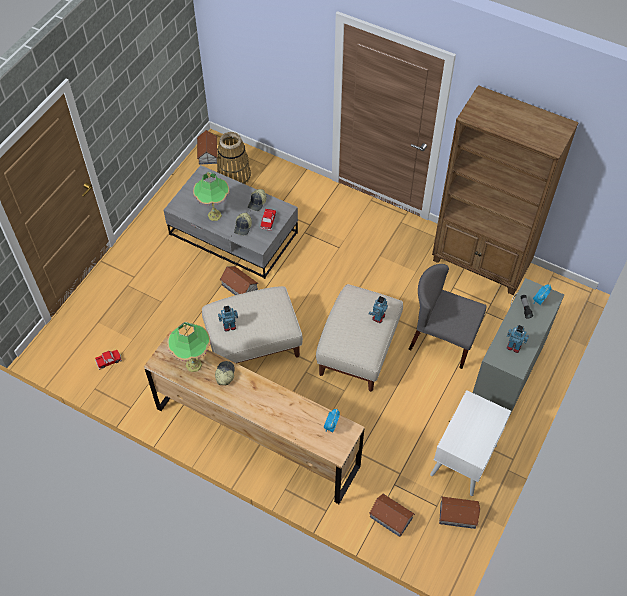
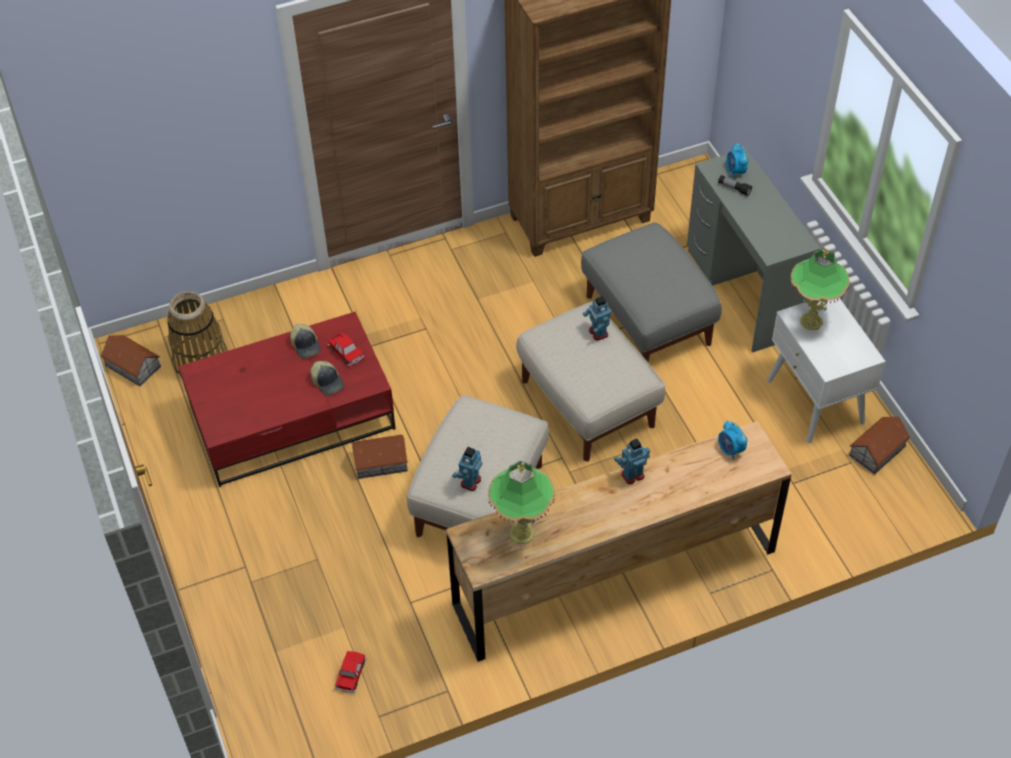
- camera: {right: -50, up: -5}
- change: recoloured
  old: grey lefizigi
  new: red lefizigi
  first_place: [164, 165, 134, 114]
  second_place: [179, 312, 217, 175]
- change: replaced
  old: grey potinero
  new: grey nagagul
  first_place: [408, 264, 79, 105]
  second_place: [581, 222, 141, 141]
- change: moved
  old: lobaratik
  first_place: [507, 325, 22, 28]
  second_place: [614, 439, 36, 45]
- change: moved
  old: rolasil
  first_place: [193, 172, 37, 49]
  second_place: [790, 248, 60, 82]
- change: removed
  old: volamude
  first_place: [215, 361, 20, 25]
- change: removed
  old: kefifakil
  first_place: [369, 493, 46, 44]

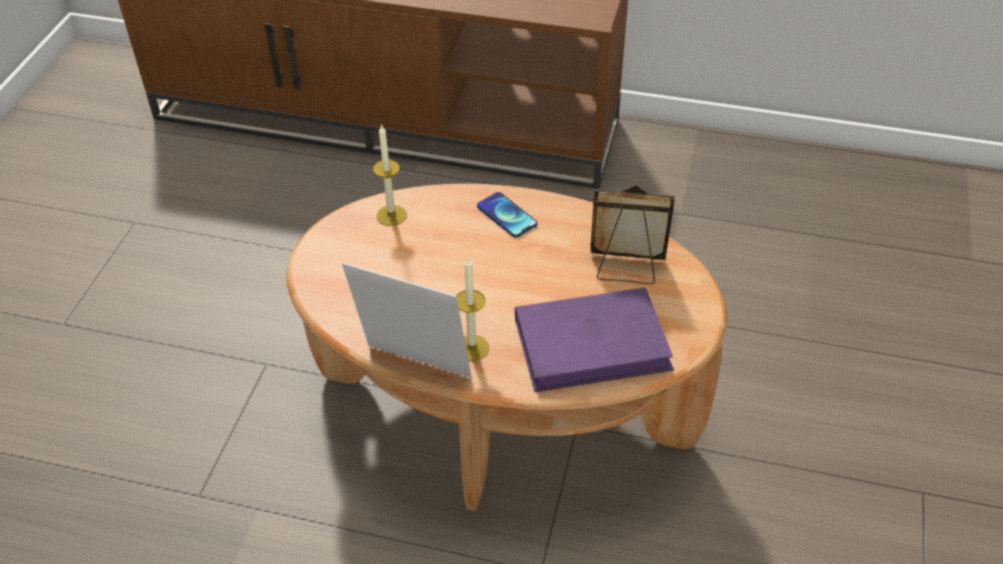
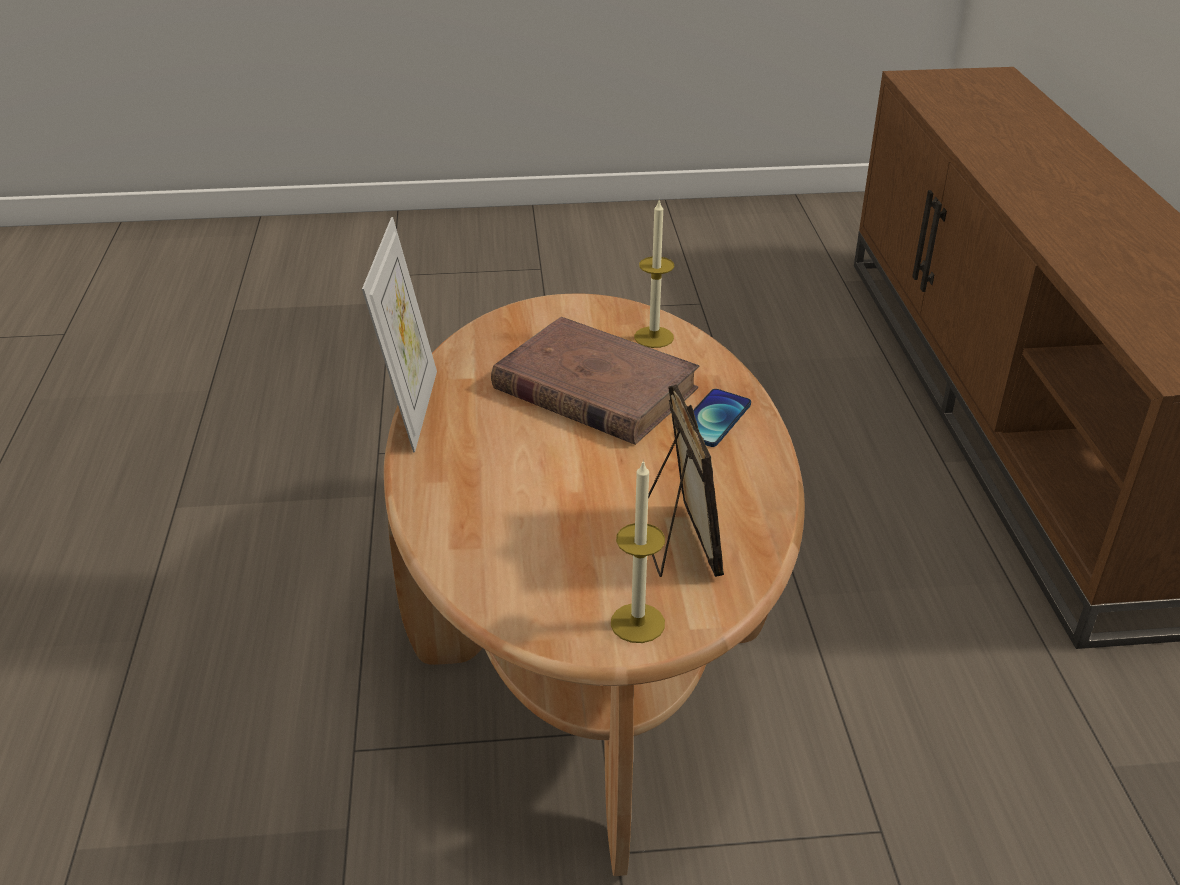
- camera: {right: 70, up: -10}
- change: added
  new: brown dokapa
  second_place: [491, 317, 209, 128]
- change: moved
  old: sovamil
  first_place: [457, 258, 32, 103]
  second_place: [611, 459, 54, 184]
- change: removed
  old: purple dokapa
  first_place: [515, 287, 159, 105]

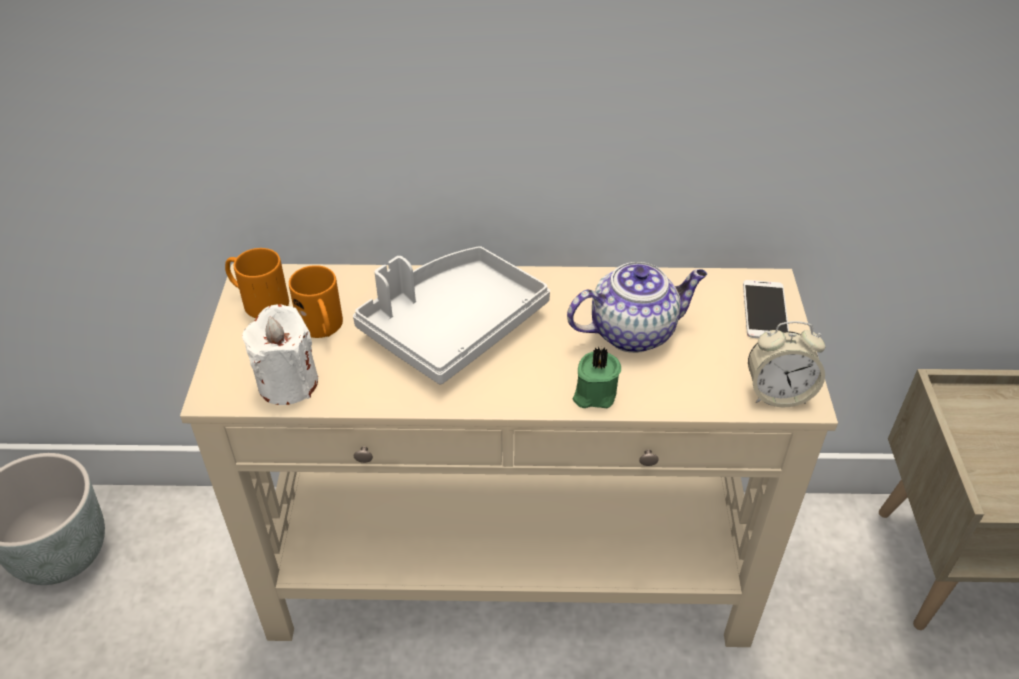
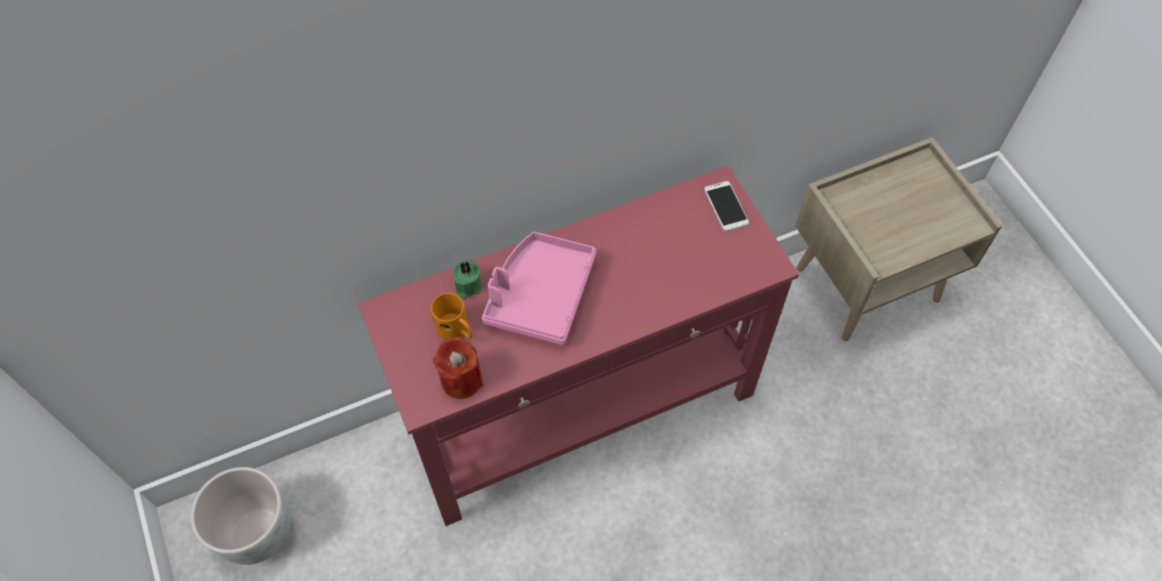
- camera: {right: -25, up: 15}
- change: recoloured
  old: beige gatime
  new: red gatime
  first_place: [180, 264, 658, 383]
  second_place: [357, 166, 442, 360]
- change: recoloured
  old: white sovamil
  new: red sovamil
  first_place: [242, 304, 76, 101]
  second_place: [433, 337, 50, 62]
- change: moved
  old: green sovamil
  first_place: [573, 347, 48, 61]
  second_place: [453, 260, 28, 39]
- change: recoloured
  old: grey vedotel
  new: pink vedotel
  first_place: [353, 246, 197, 138]
  second_place: [482, 232, 114, 113]
- change: removed
  old: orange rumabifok
  first_place: [225, 248, 64, 70]
- change: removed
  old: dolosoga
  first_place: [567, 262, 140, 91]
- change: removed
  old: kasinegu
  first_place: [748, 321, 77, 86]

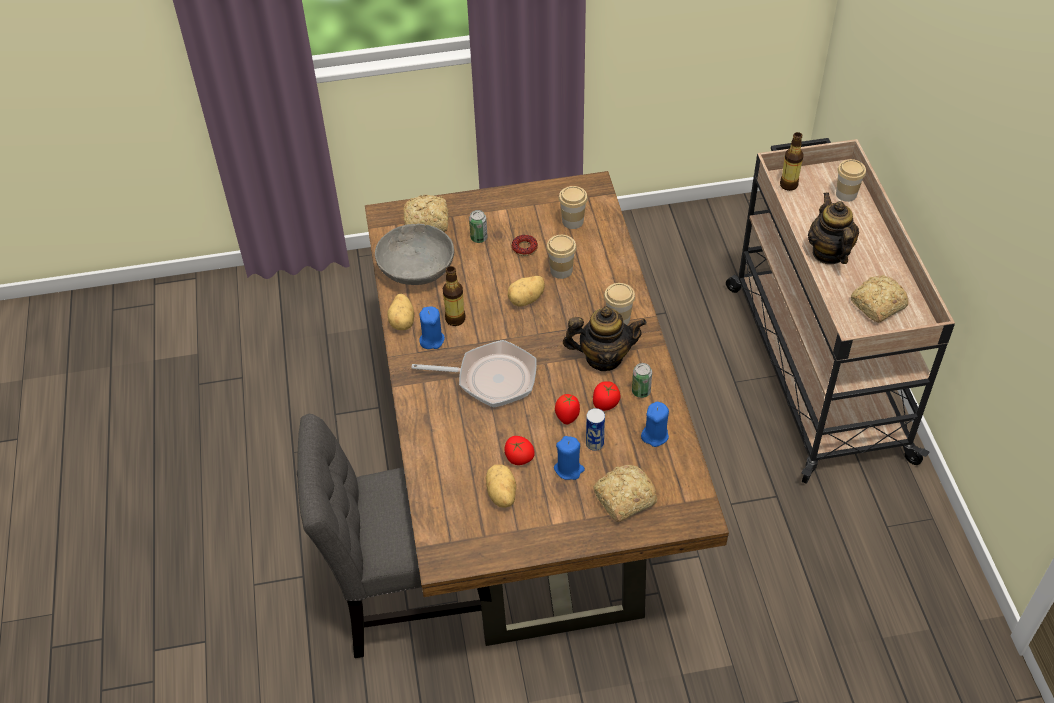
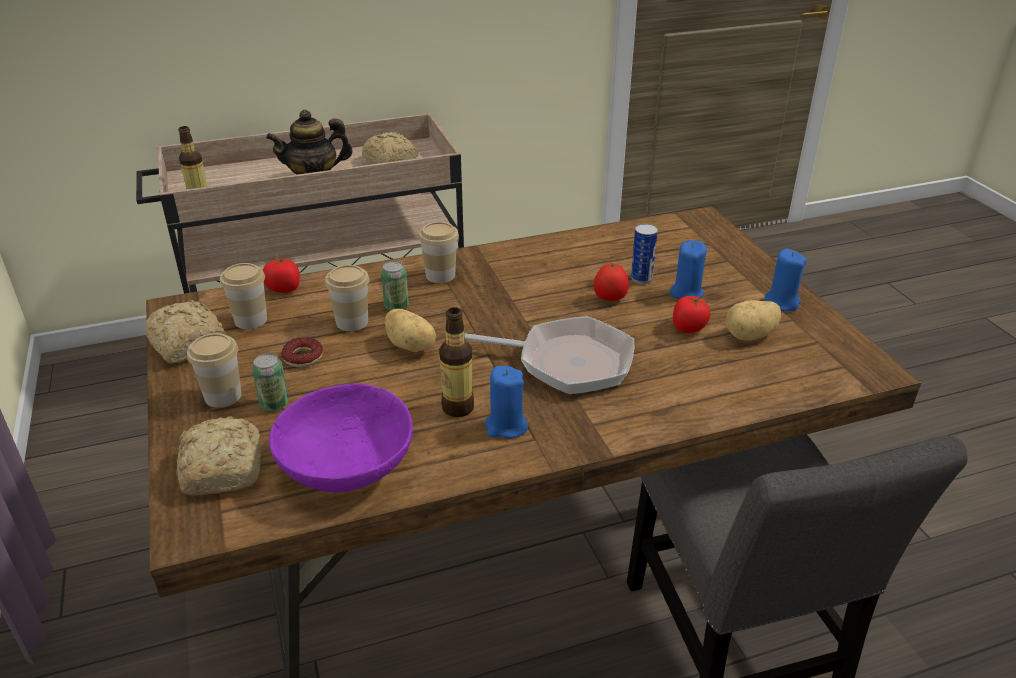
- camera: {right: -100, up: -15}
- change: moved
  old: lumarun
  first_place: [593, 465, 64, 57]
  second_place: [145, 300, 82, 63]
- change: moved
  old: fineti
  first_place: [836, 159, 30, 43]
  second_place: [187, 333, 55, 75]
- change: moved
  old: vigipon
  first_place: [593, 381, 28, 30]
  second_place: [263, 256, 37, 37]
- change: recoloured
  old: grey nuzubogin
  new: purple nuzubogin
  first_place: [375, 224, 79, 61]
  second_place: [269, 383, 144, 109]
- change: moved
  old: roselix
  first_place: [632, 363, 20, 35]
  second_place: [381, 261, 28, 49]
- change: turned
  old: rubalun
  first_place: [411, 340, 126, 68]
  second_place: [465, 316, 169, 79]
  degrees: 105
- change: moved
  old: blue sovamil
  first_place: [641, 401, 28, 46]
  second_place: [763, 249, 44, 62]
- change: removed
  old: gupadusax
  first_place: [387, 294, 27, 36]
- change: removed
  old: dolosoga
  first_place: [563, 307, 84, 64]

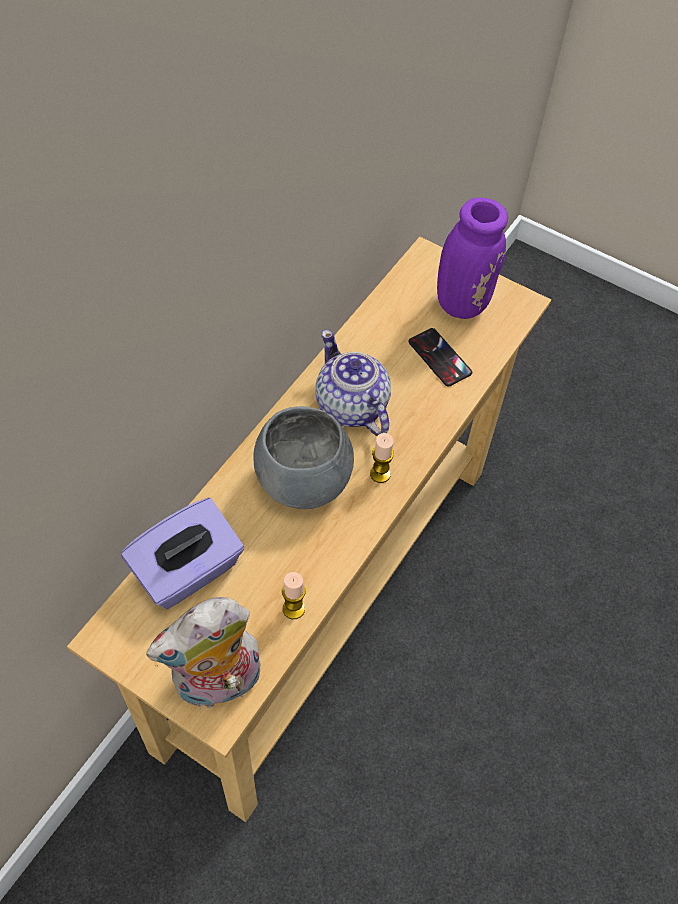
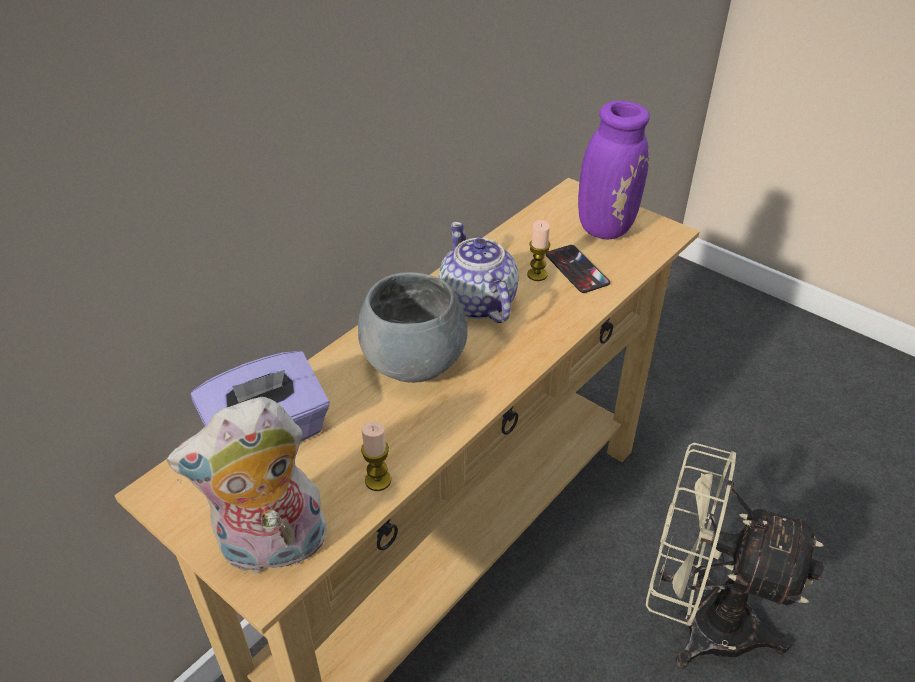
- camera: {right: 10, up: -15}
- change: moved
  old: sovamil
  first_place: [370, 433, 24, 50]
  second_place: [527, 220, 24, 61]
- change: added
  new: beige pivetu
  second_place: [646, 442, 178, 226]

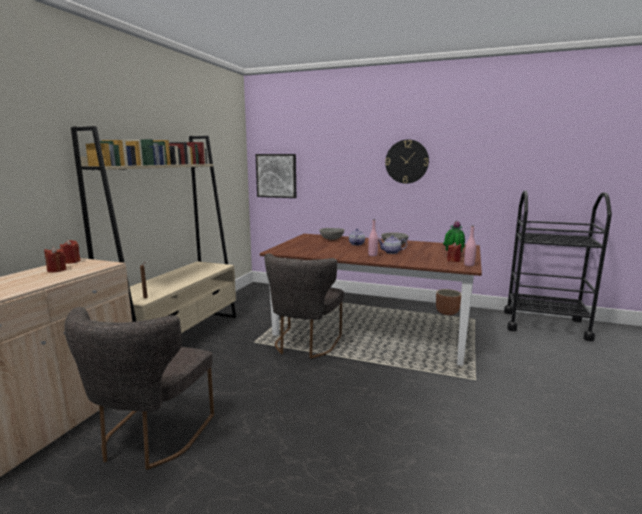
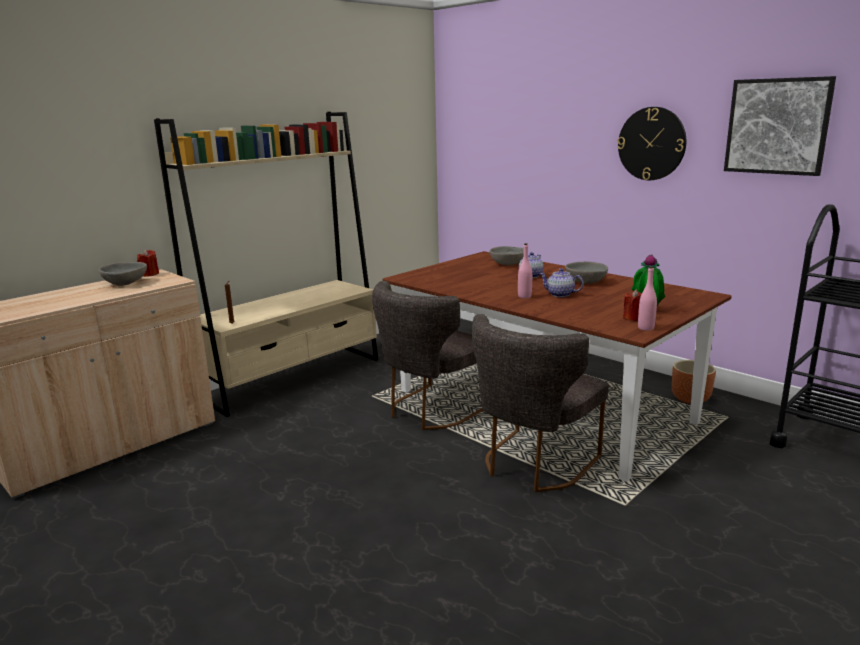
- camera: {right: 25, up: 5}
- change: replaced
  old: red sovamil
  new: grey nuzubogin
  first_place: [44, 247, 22, 25]
  second_place: [99, 262, 48, 24]
- change: moved
  old: grey potinero
  first_place: [64, 307, 150, 163]
  second_place: [472, 314, 137, 178]
- change: moved
  old: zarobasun
  first_place: [256, 154, 40, 44]
  second_place: [724, 76, 112, 100]

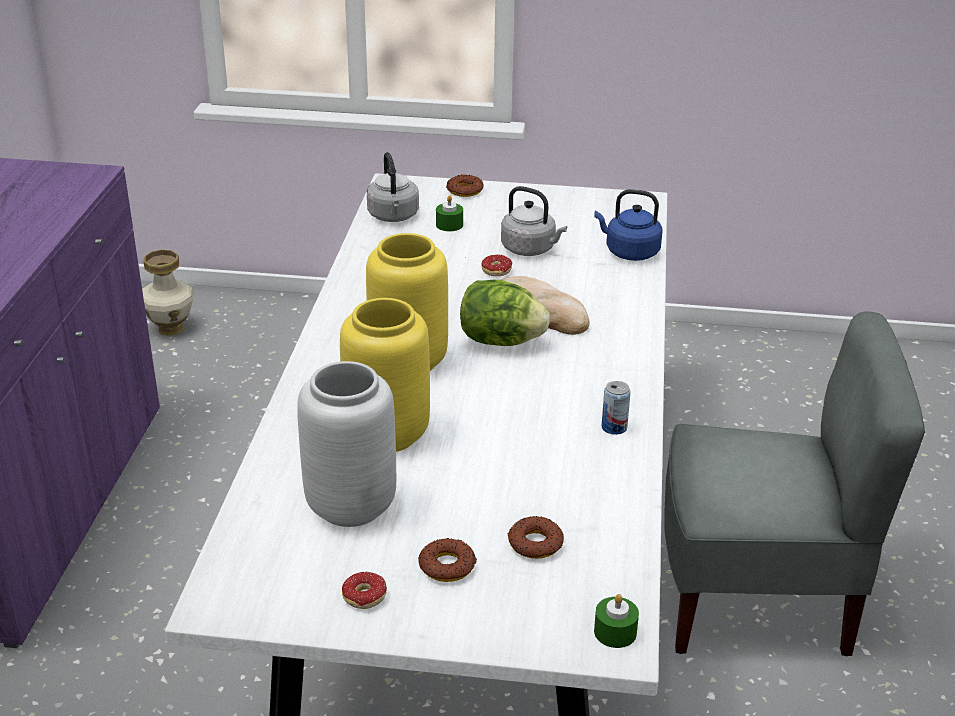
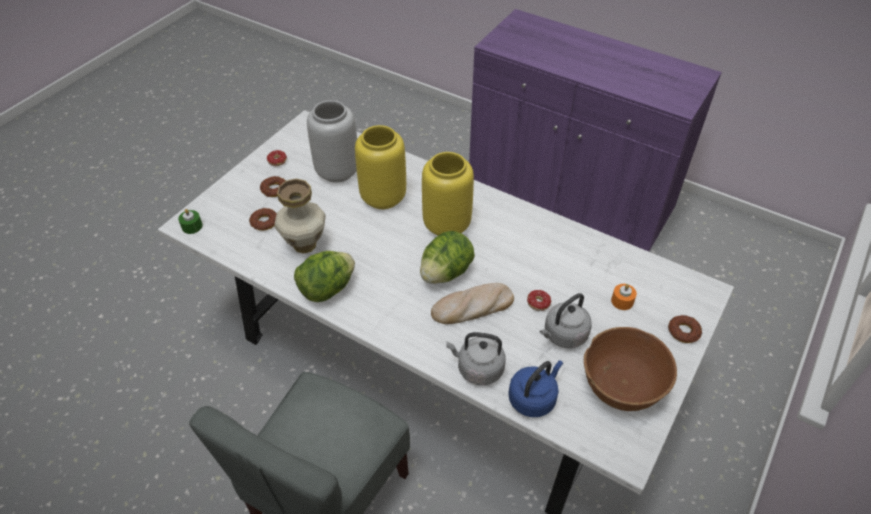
- camera: {right: 115, up: 15}
- change: moved
  old: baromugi
  first_place: [142, 249, 52, 87]
  second_place: [275, 179, 51, 75]
- change: replaced
  old: roselix
  new: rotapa
  first_place: [602, 381, 29, 54]
  second_place: [294, 251, 61, 51]
- change: moved
  old: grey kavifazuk
  first_place: [367, 152, 52, 70]
  second_place: [446, 332, 60, 53]
- change: added
  new: brown nuzubogin
  second_place: [584, 327, 93, 84]
- change: recoloured
  old: green sovamil
  new: orange sovamil
  first_place: [436, 195, 27, 36]
  second_place: [611, 284, 26, 26]

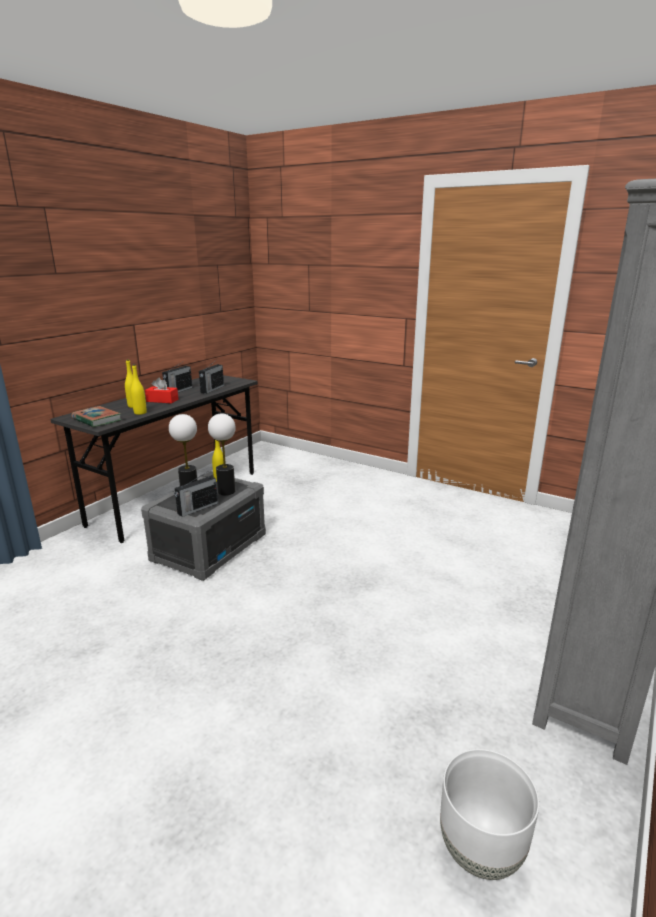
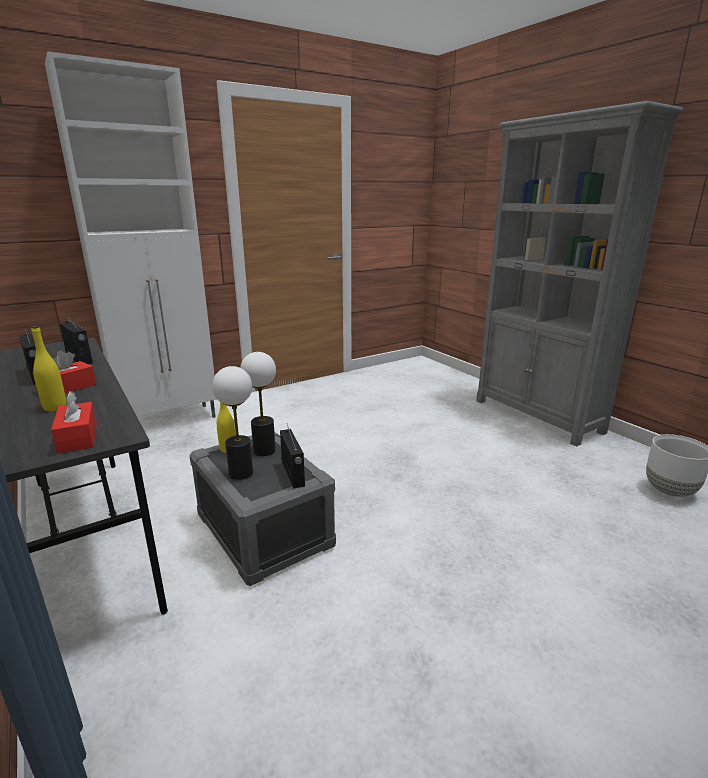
- camera: {right: -65, up: 0}
- change: added
  new: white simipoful
  second_place: [45, 51, 172, 367]
- change: replaced
  old: dokapa
  new: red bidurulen
  first_place: [72, 406, 50, 21]
  second_place: [51, 391, 46, 63]
- change: removed
  old: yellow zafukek
  first_place: [131, 364, 16, 51]

